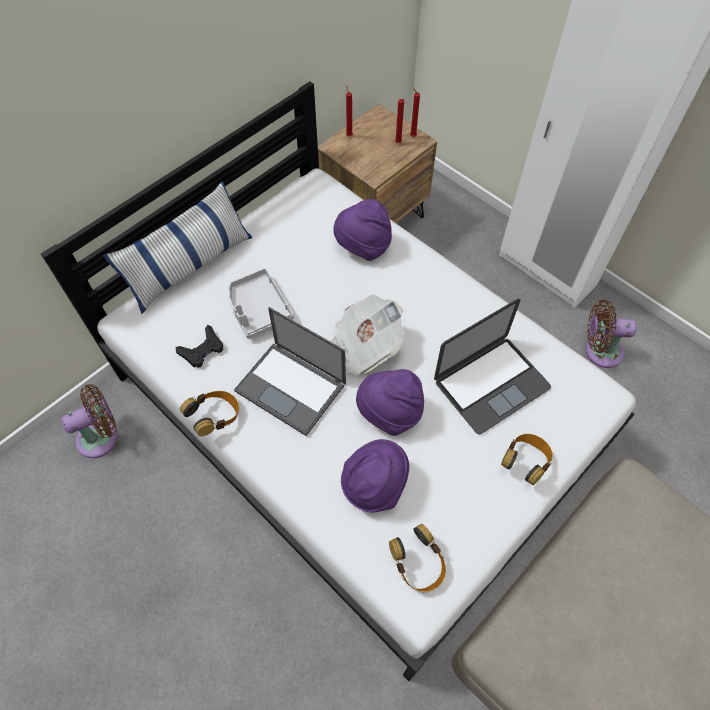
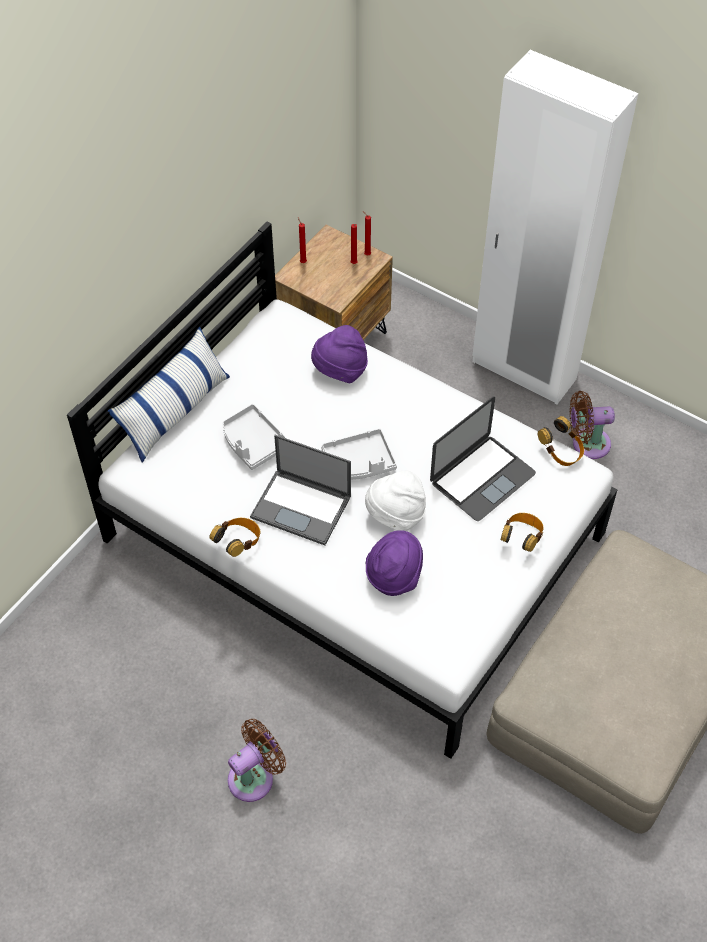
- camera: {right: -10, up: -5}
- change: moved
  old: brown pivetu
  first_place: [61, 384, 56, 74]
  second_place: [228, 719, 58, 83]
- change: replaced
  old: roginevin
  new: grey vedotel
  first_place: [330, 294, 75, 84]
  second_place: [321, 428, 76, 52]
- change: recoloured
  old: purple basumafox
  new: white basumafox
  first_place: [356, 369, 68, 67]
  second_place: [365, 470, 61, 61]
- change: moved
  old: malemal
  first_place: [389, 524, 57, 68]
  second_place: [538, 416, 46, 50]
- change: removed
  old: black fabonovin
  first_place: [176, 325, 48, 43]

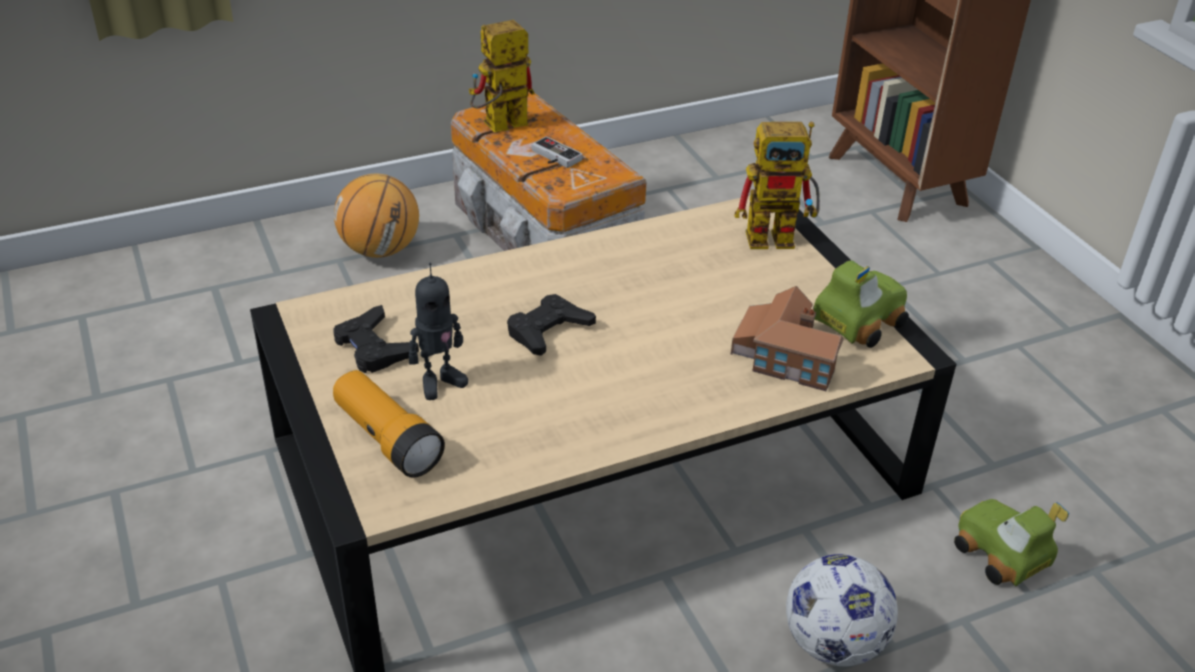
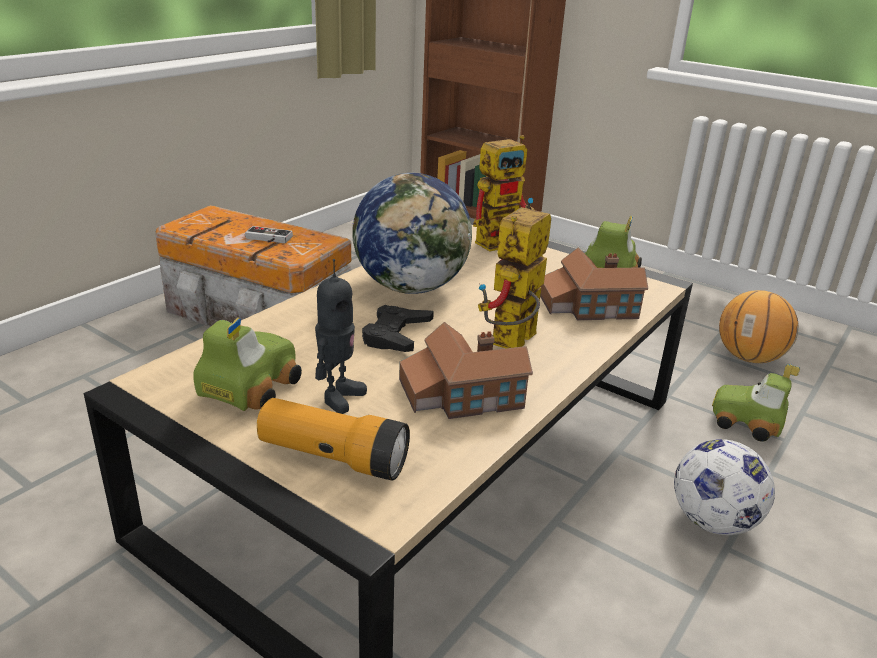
- camera: {right: -30, up: -10}
- change: replaced
  old: black fabonovin
  new: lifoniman
  first_place: [334, 305, 85, 68]
  second_place: [193, 318, 109, 93]
- change: added
  new: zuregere
  second_place: [352, 173, 120, 121]
- change: added
  new: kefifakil
  second_place: [399, 322, 134, 97]
- change: moved
  old: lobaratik
  first_place: [469, 20, 65, 113]
  second_place: [478, 207, 73, 141]
- change: moved
  old: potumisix
  first_place: [334, 174, 85, 84]
  second_place: [719, 290, 80, 73]

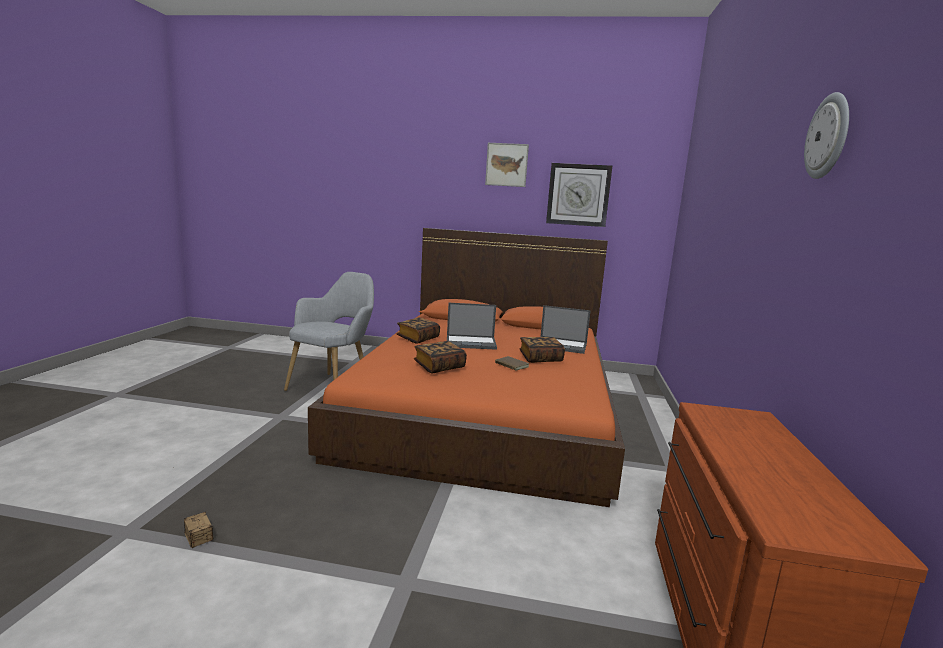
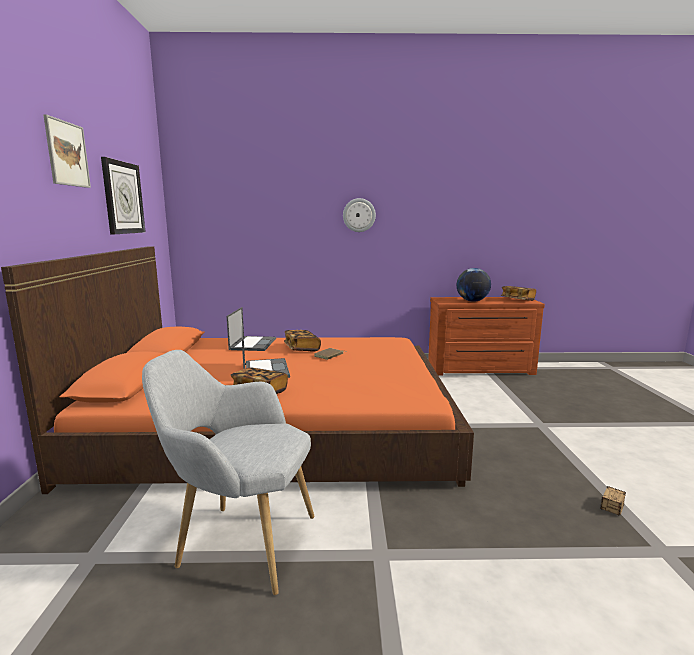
- camera: {right: -100, up: 0}
- change: moved
  old: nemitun
  first_place: [804, 92, 45, 87]
  second_place: [343, 198, 33, 34]
- change: added
  new: zuregere
  second_place: [457, 268, 34, 34]
- change: moved
  old: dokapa
  first_place: [414, 341, 53, 32]
  second_place: [501, 286, 35, 15]

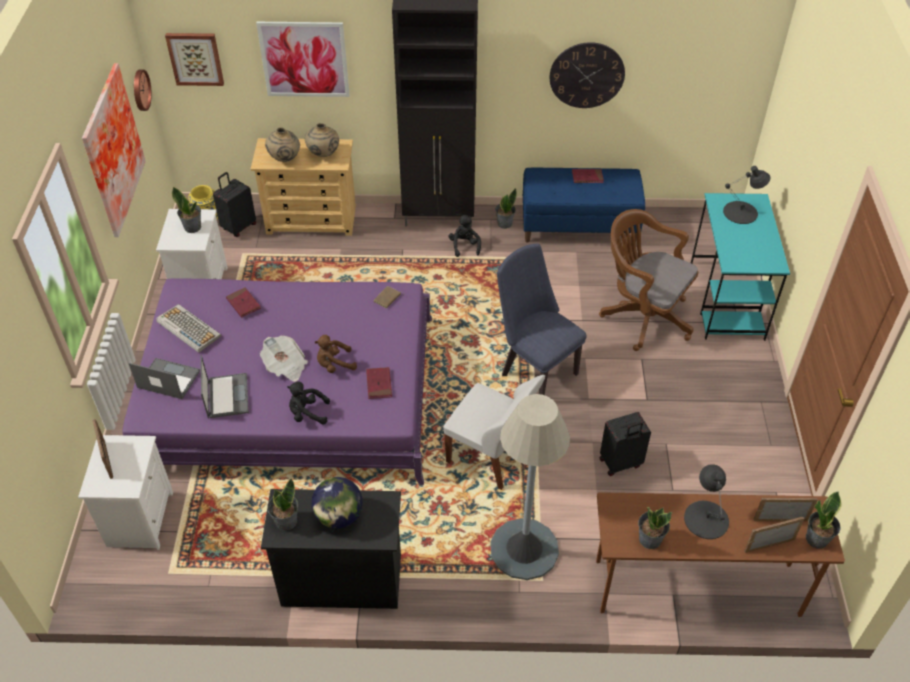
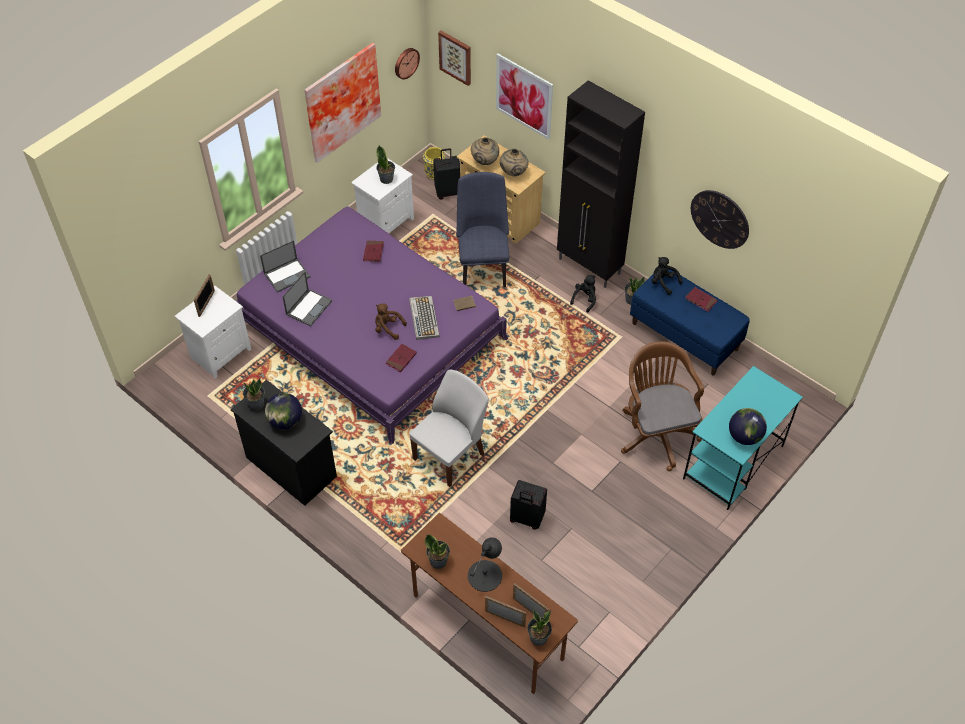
- camera: {right: 40, up: 5}
- change: turned
  old: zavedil
  first_place: [128, 358, 72, 41]
  second_place: [260, 240, 50, 53]
  degrees: 90
- change: moved
  old: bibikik
  first_place: [156, 304, 65, 49]
  second_place: [409, 296, 31, 44]
- change: turned
  old: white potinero
  first_place: [443, 375, 102, 115]
  second_place: [409, 370, 80, 117]
  degrees: -120
- change: moved
  old: blue potinero
  first_place: [497, 243, 90, 152]
  second_place: [456, 172, 53, 115]
- change: moved
  old: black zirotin
  first_place: [287, 381, 43, 44]
  second_place: [651, 257, 32, 38]
- change: added
  new: zuregere
  second_place: [729, 408, 38, 37]
- change: removed
  old: roginevin
  first_place: [260, 336, 48, 46]
- change: removed
  old: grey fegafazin
  first_place: [490, 394, 80, 186]
- change: removed
  old: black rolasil
  first_place: [723, 166, 48, 58]

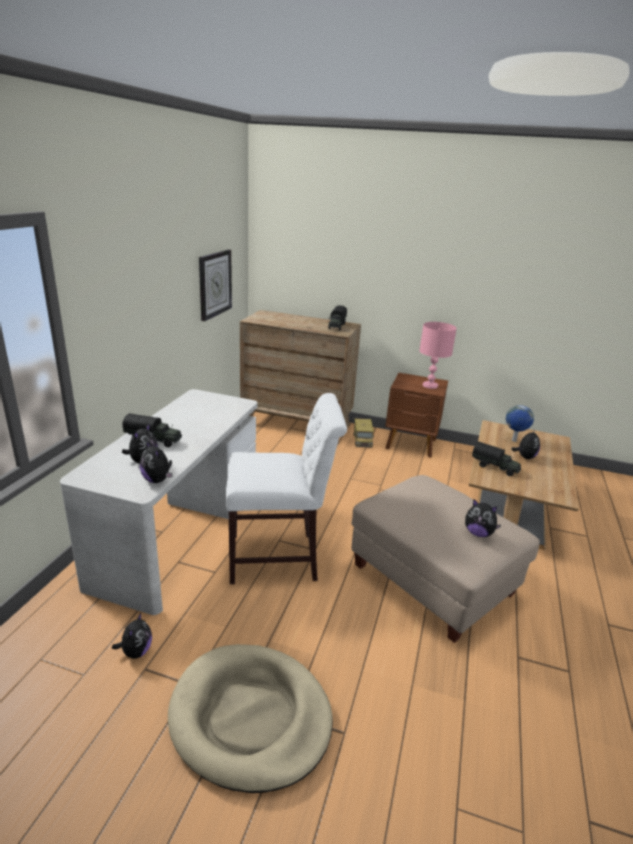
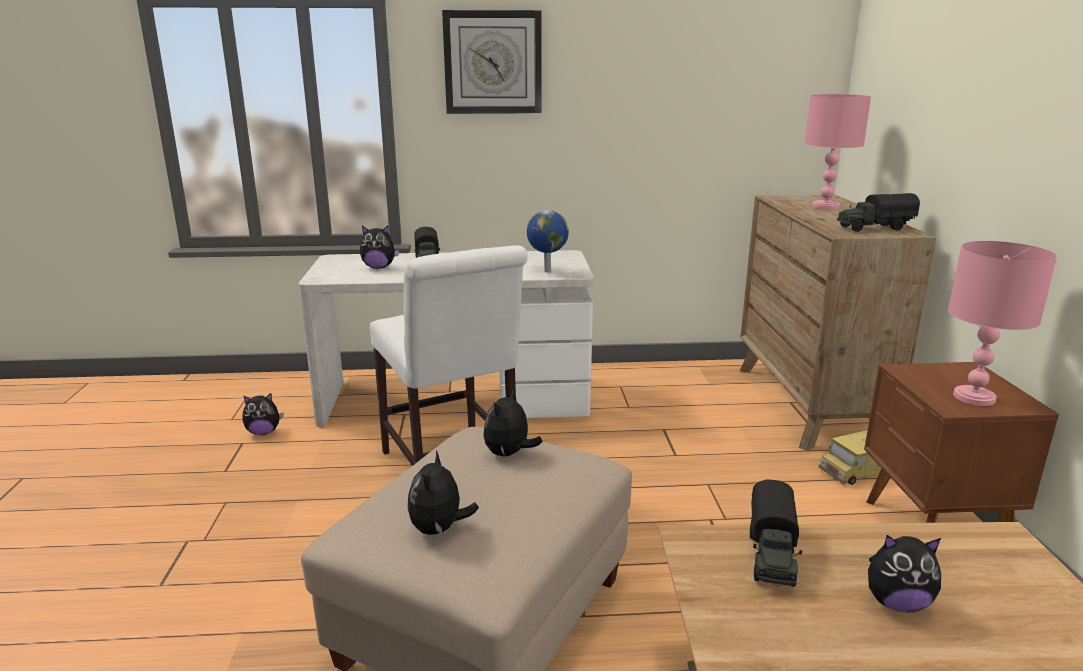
- camera: {right: 70, up: -5}
- change: moved
  old: nemitun
  first_place: [199, 249, 33, 72]
  second_place: [442, 10, 100, 104]
- change: moved
  old: zirotin
  first_place: [140, 440, 33, 43]
  second_place: [483, 388, 60, 69]
- change: moved
  old: zuregere
  first_place: [506, 405, 28, 37]
  second_place: [527, 210, 42, 62]
- change: added
  new: pink rolasil
  second_place: [804, 94, 67, 116]
- change: removed
  old: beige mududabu
  first_place: [168, 644, 165, 149]

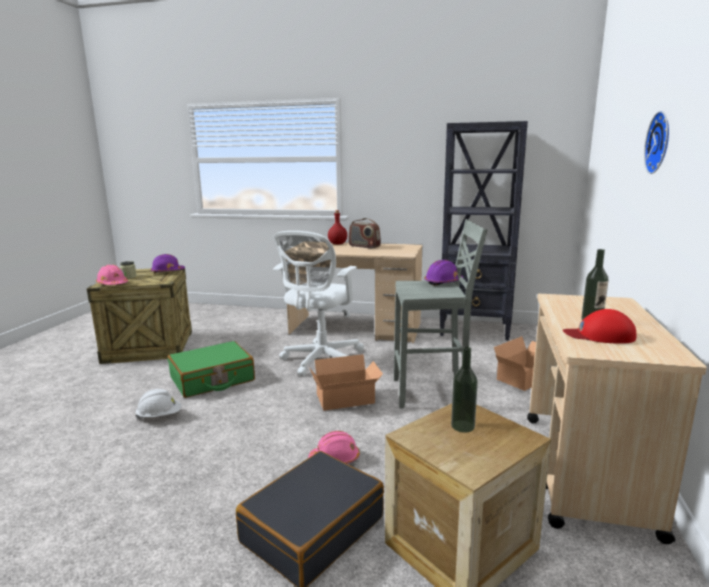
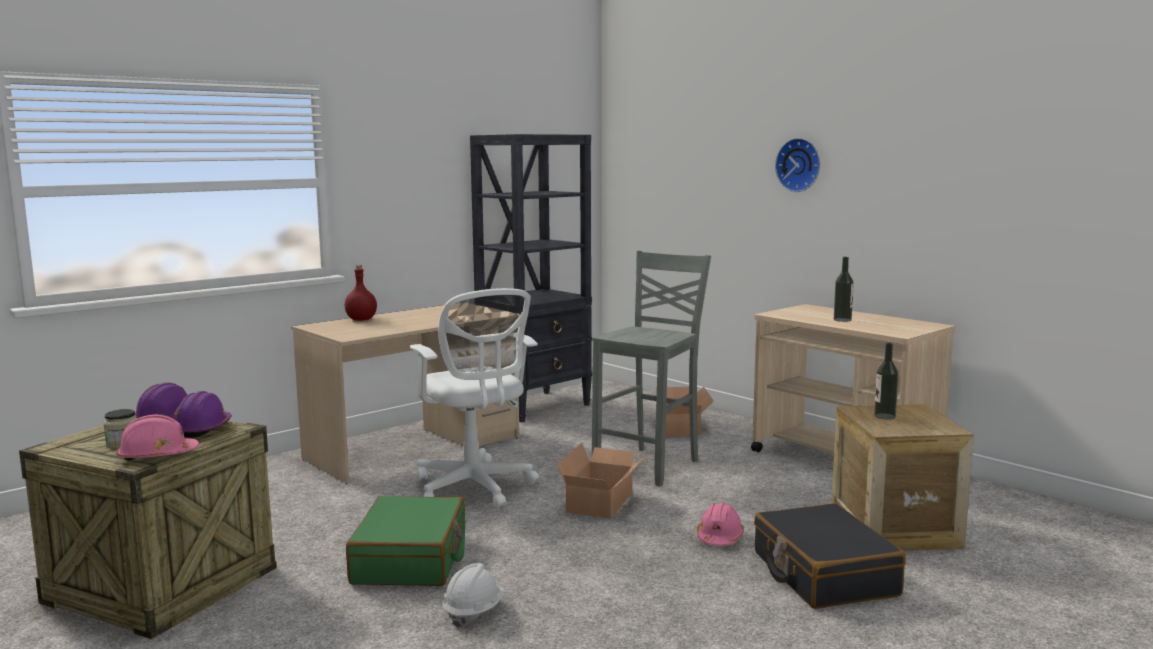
- camera: {right: -55, up: -5}
- change: moved
  old: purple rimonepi
  first_place: [424, 260, 39, 26]
  second_place: [173, 391, 59, 47]
- change: removed
  old: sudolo
  first_place: [348, 218, 33, 31]
- change: removed
  old: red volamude
  first_place: [563, 309, 73, 35]

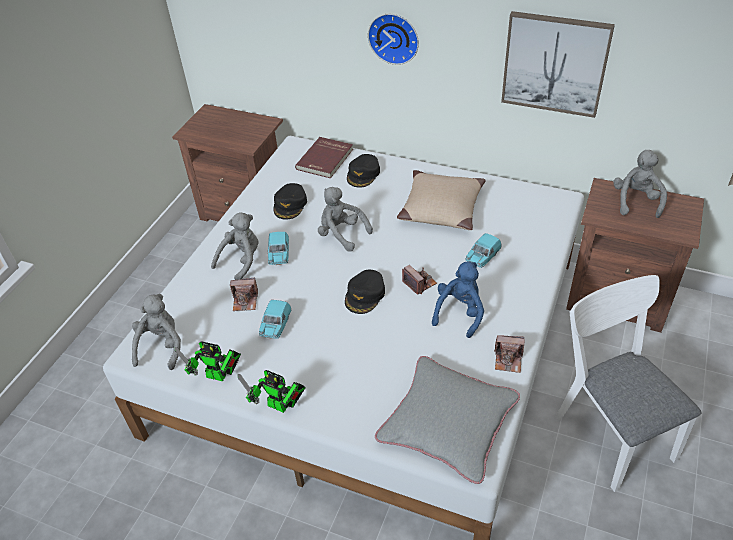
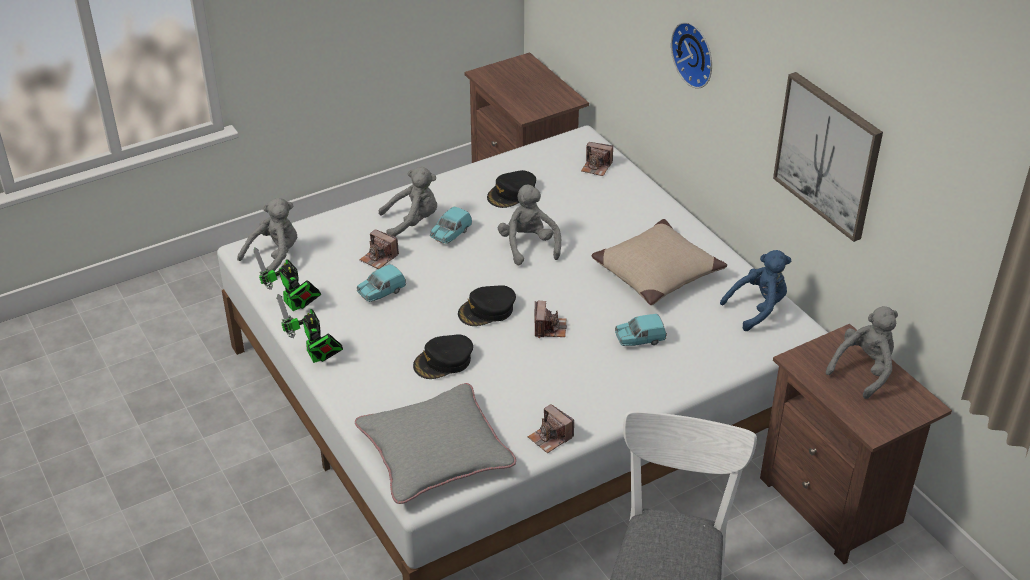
- camera: {right: 35, up: -5}
- change: moved
  old: black volamude
  first_place: [347, 154, 33, 34]
  second_place: [413, 334, 60, 45]
- change: replaced
  old: red dokapa
  new: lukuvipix
  first_place: [295, 137, 58, 41]
  second_place: [581, 142, 32, 34]
- change: moved
  old: blue zirotin
  first_place: [432, 261, 52, 77]
  second_place: [720, 250, 71, 81]

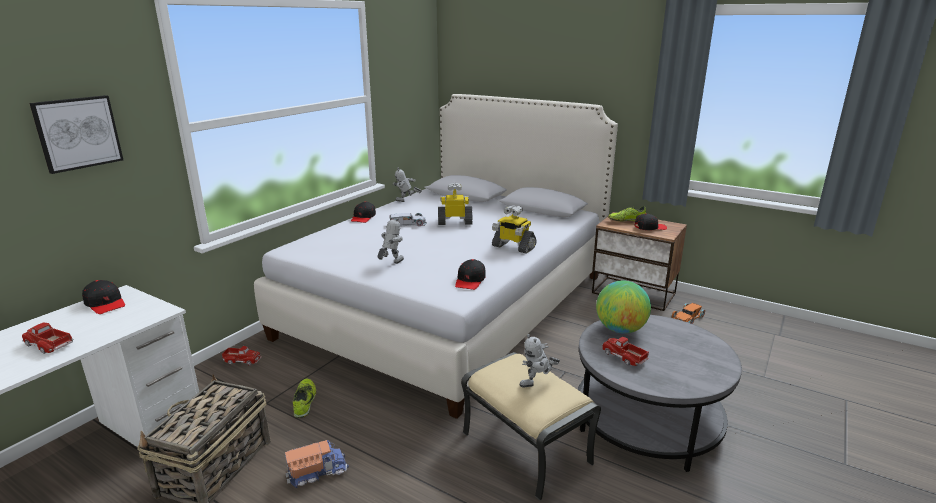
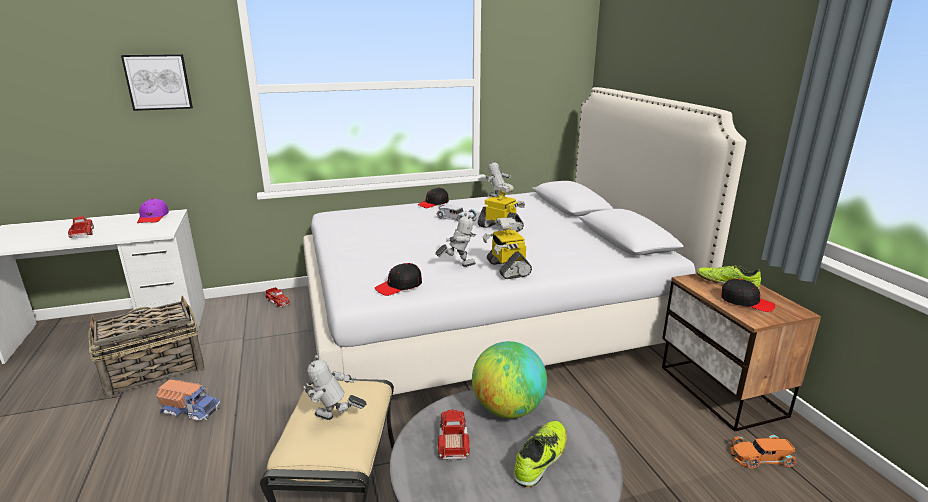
- camera: {right: 40, up: 0}
- change: recoloured
  old: black volamude
  new: purple volamude
  first_place: [82, 280, 43, 34]
  second_place: [137, 198, 32, 25]
- change: moved
  old: lobaratik
  first_place: [377, 217, 27, 47]
  second_place: [435, 213, 41, 54]
- change: moved
  old: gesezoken
  first_place: [293, 378, 23, 40]
  second_place: [514, 421, 53, 66]

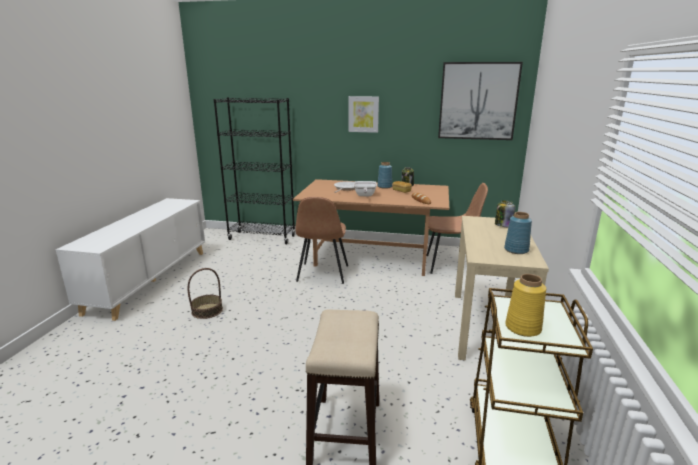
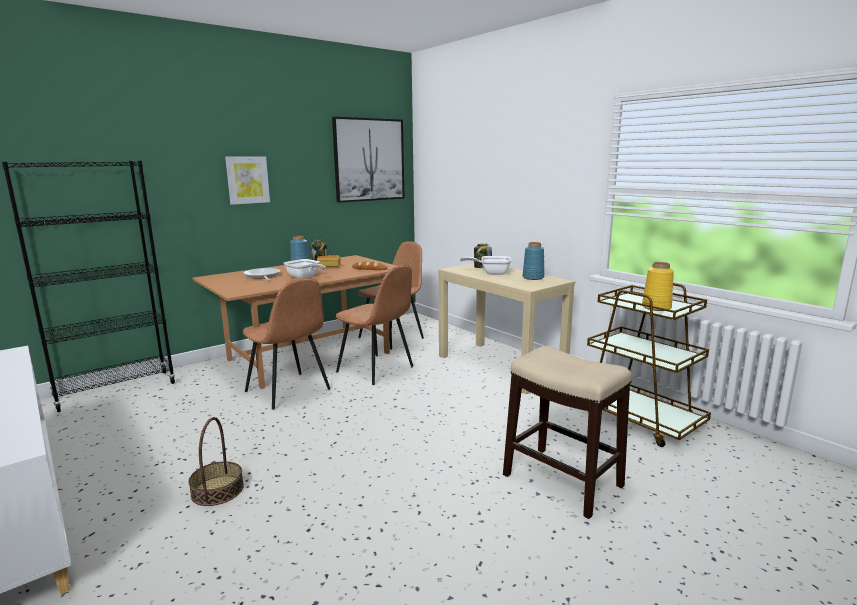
- camera: {right: -50, up: -5}
- change: added
  new: brown potinero
  second_place: [336, 265, 77, 120]
- change: added
  new: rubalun
  second_place: [460, 256, 52, 19]

